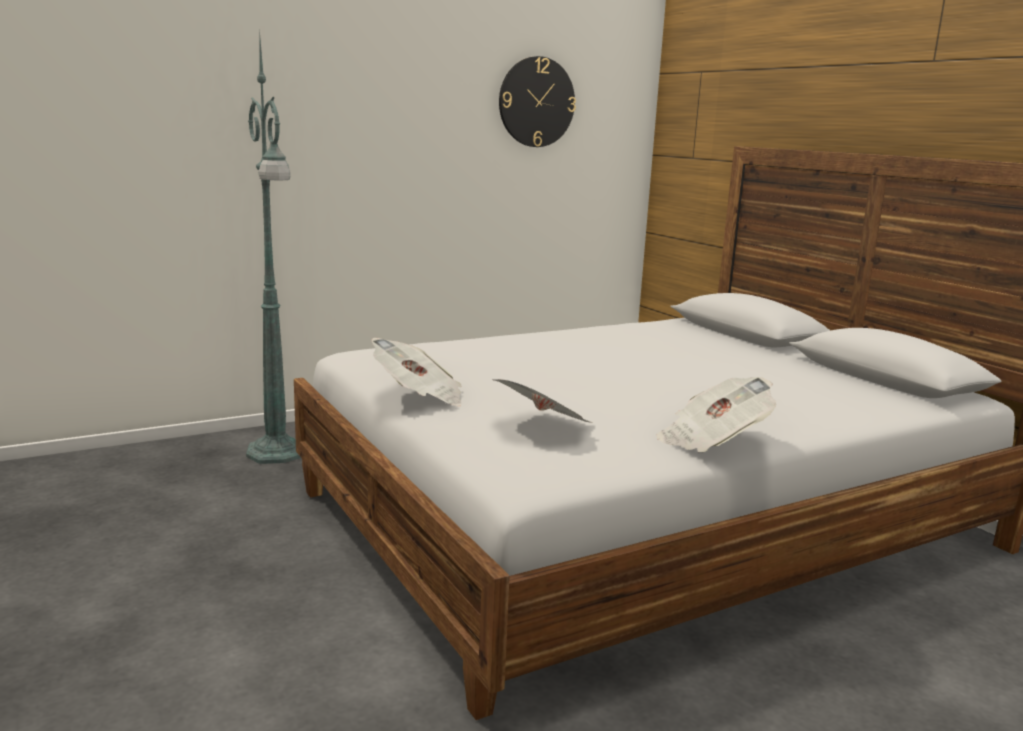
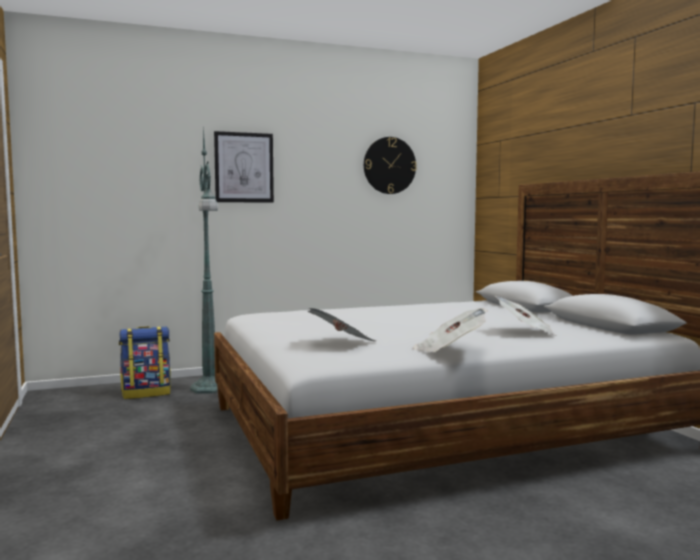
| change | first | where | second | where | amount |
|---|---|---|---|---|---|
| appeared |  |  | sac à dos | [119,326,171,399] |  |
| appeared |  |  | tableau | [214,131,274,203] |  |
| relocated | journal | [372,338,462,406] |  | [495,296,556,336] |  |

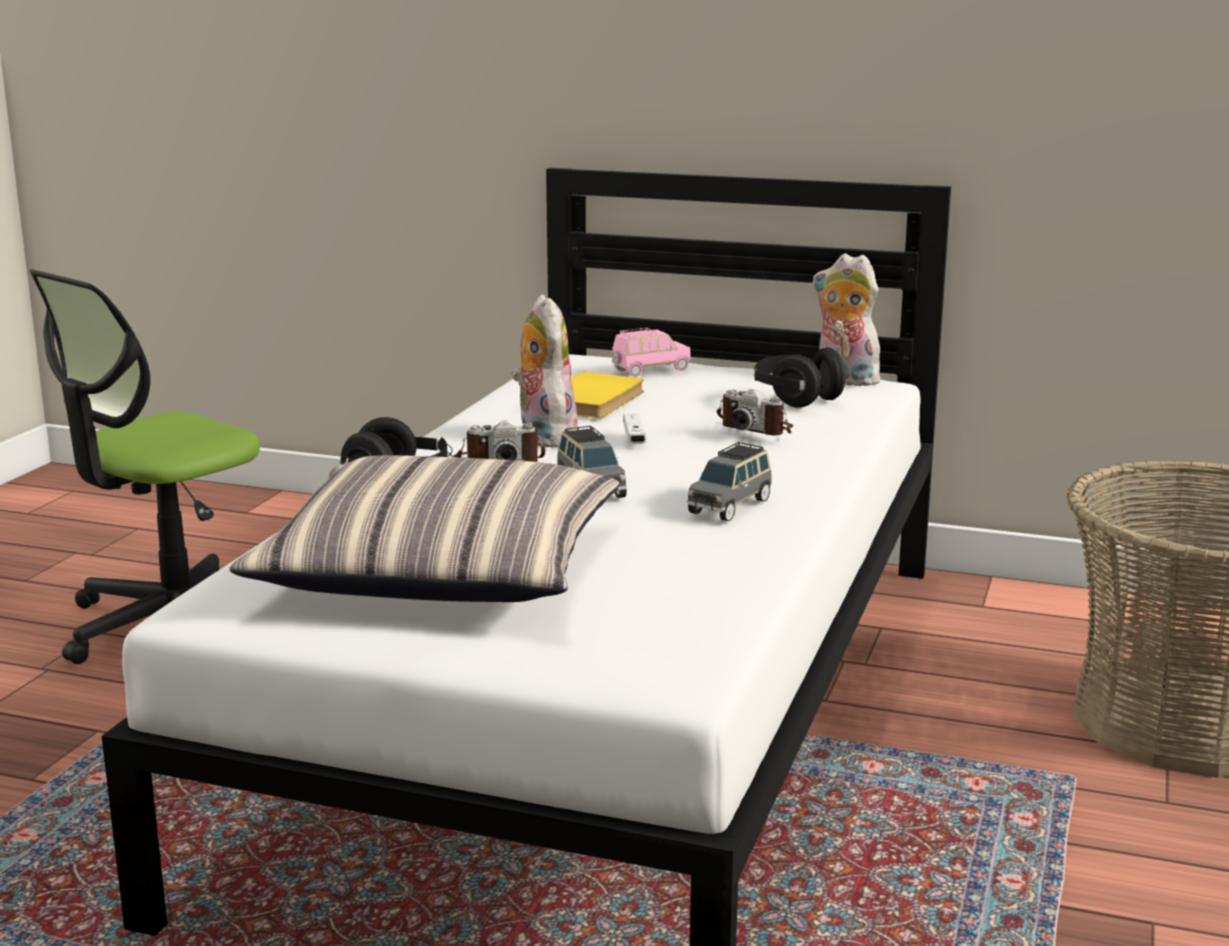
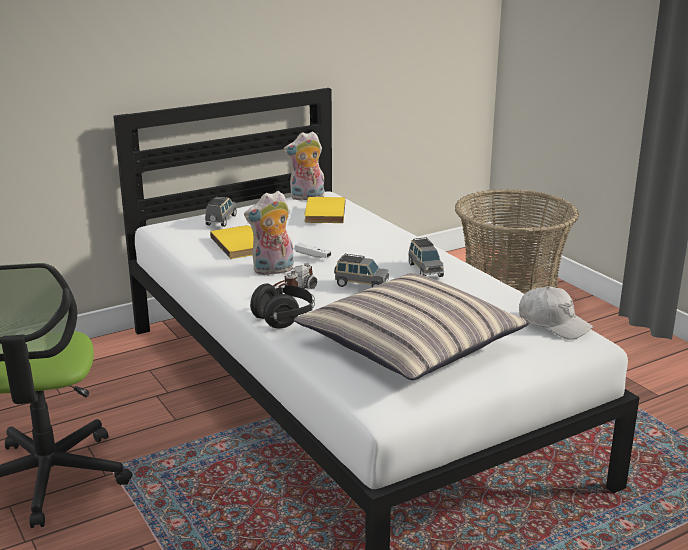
| change | first | where | second | where | amount |
|---|---|---|---|---|---|
| missing | appareil photo | [717,389,793,436] |  |  |  |
| appeared |  |  | casquette (blanc) | [519,286,594,340] |  |
| exchanged | casque audio (noir) | [754,347,848,408] | livre (jaune) | [304,197,345,223] |  |
| colour | petite voiture (rose) | [612,328,691,378] | petite voiture (gris) | [205,197,237,227] |  |
| spun | peluche | [511,294,578,448] |  | [244,191,294,275] | 45 degrees counterclockwise |

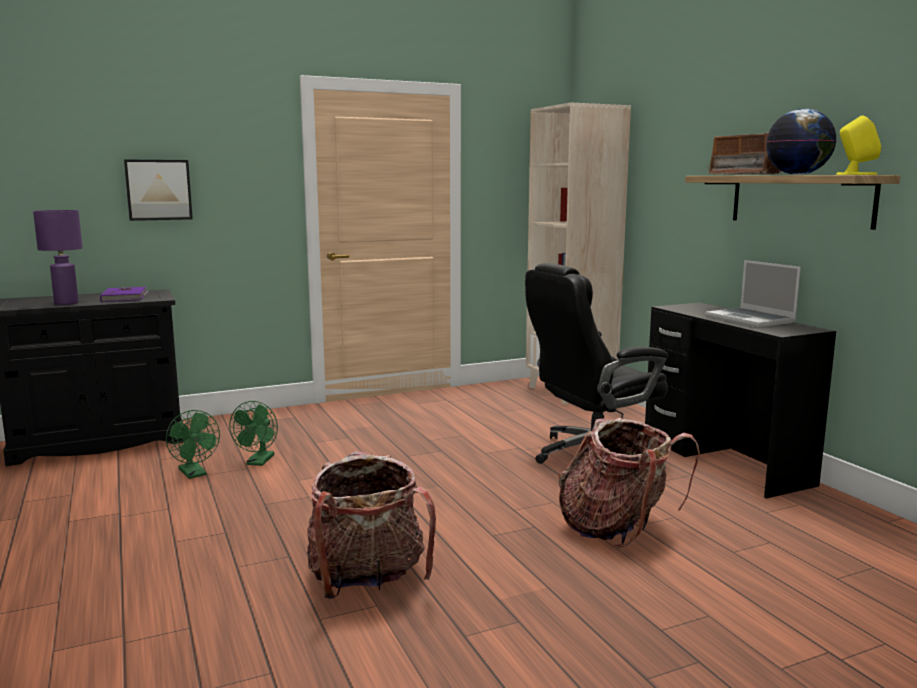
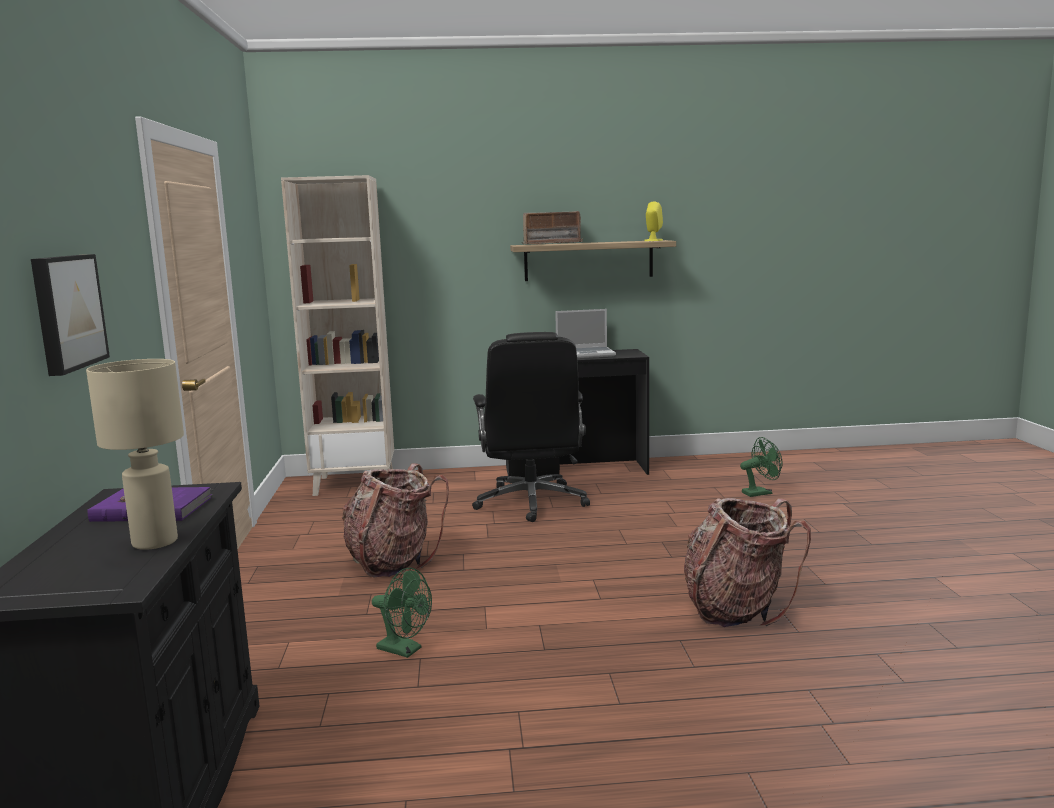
| change | first | where | second | where | amount |
|---|---|---|---|---|---|
| missing | globe | [766,109,836,175] |  |  |  |
| relocated | ventilateur (vert) | [166,410,220,479] |  | [740,437,783,497] |  |
| relocated | sac à dos | [558,418,700,548] |  | [342,463,449,578] |  |
| colour | lampe de table (violet) | [33,210,83,305] | lampe de table (beige) | [86,359,184,550] |  |

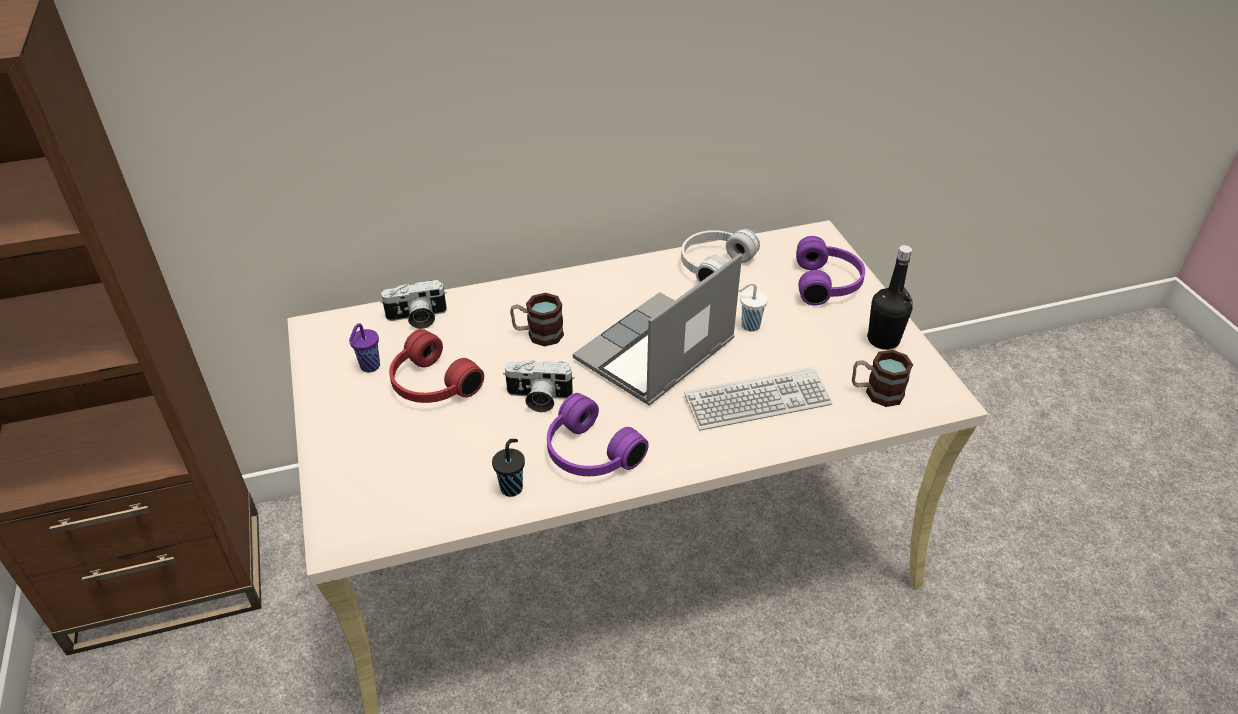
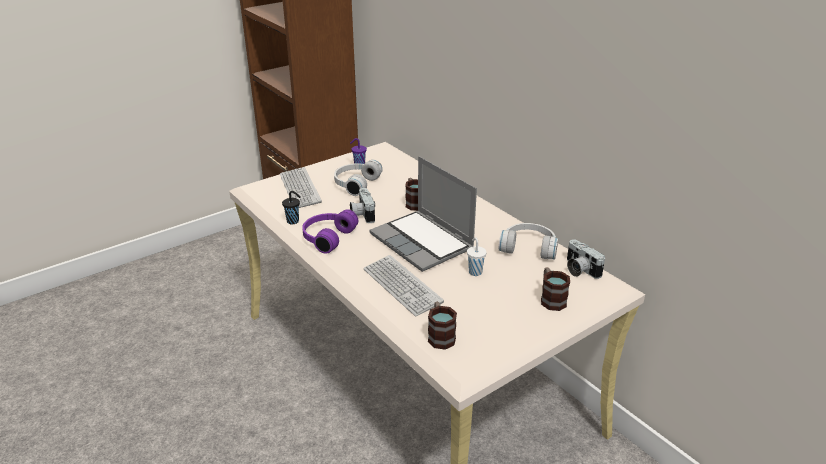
| change | first | where | second | where | amount |
|---|---|---|---|---|---|
| missing | bouteille (noir) | [867,245,912,350] |  |  |  |
| appeared |  |  | clavier | [280,167,322,208] |  |
| relocated | appareil photo | [380,280,447,329] |  | [567,239,605,279] |  |
| exchanged | casque audio (violet) | [796,236,865,306] | mug | [541,267,570,311] |  |
| colour | casque audio (rouge) | [389,329,484,403] | casque audio (blanc) | [334,160,383,196] |  |
| spun | ordinateur portable | [573,253,742,406] |  | [369,156,477,272] | 150 degrees counterclockwise |

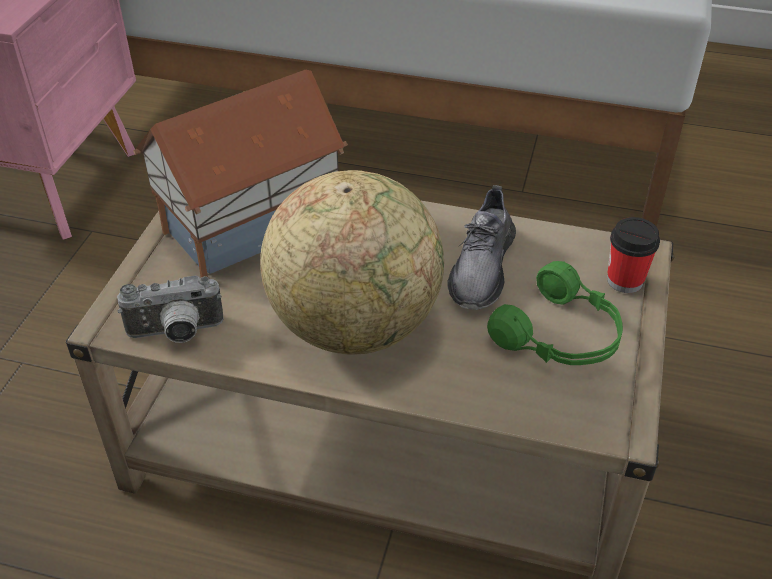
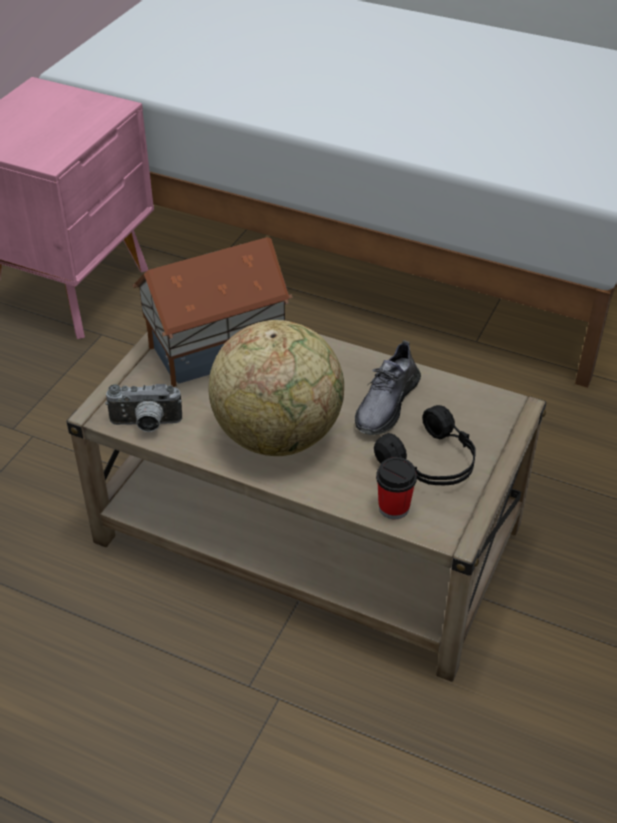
| change | first | where | second | where | amount |
|---|---|---|---|---|---|
| relocated | tasse | [607,217,660,293] |  | [376,457,417,520] |  |
| colour | casque audio (vert) | [487,261,623,365] | casque audio (noir) | [374,405,476,485] |  |

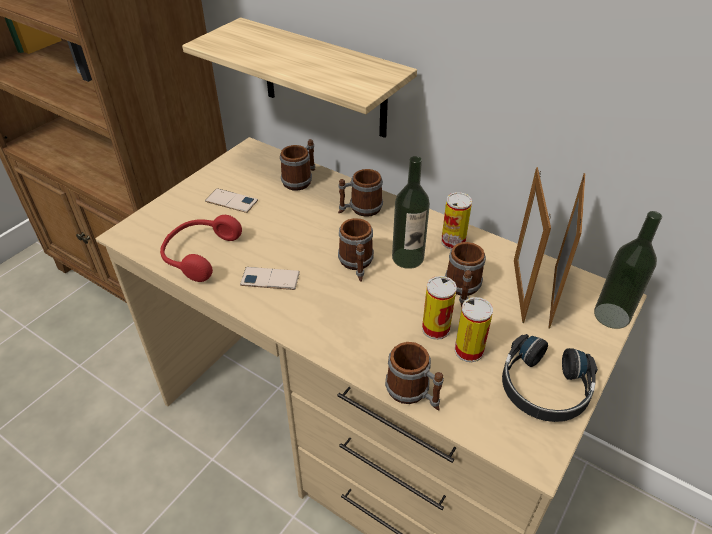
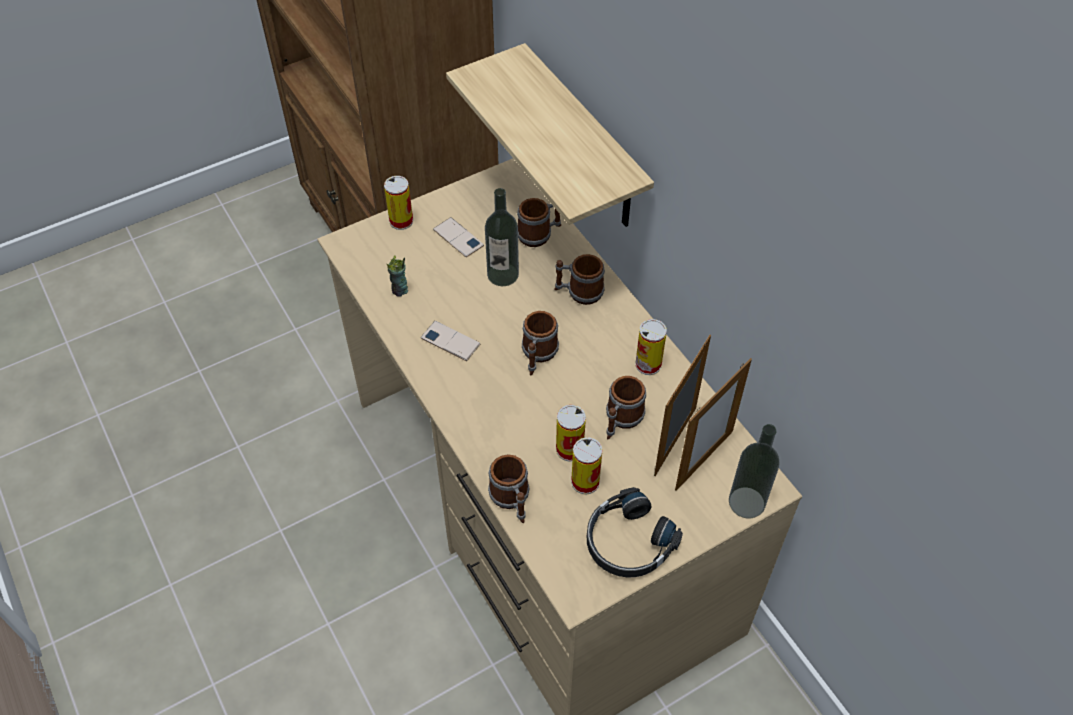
| change | first | where | second | where | amount |
|---|---|---|---|---|---|
| appeared |  |  | boîte métallique | [384,176,413,230] |  |
| relocated | bouteille | [392,156,430,269] |  | [485,188,519,286] |  |
| exchanged | casque audio (rouge) | [160,215,242,282] | tasse | [387,256,408,296] |  |

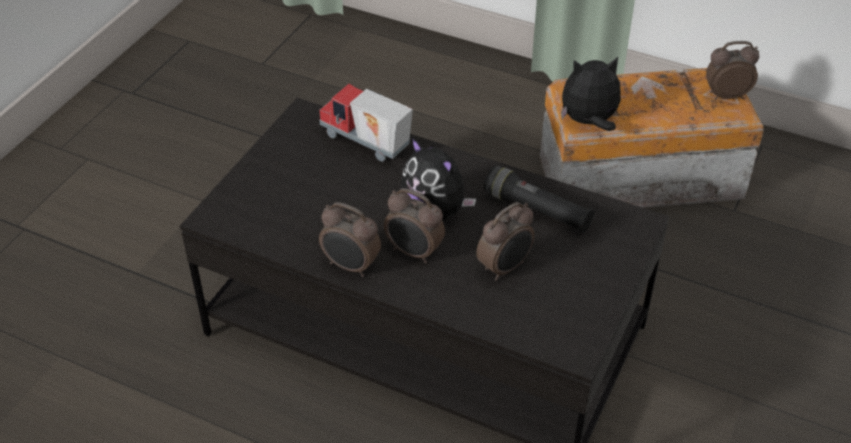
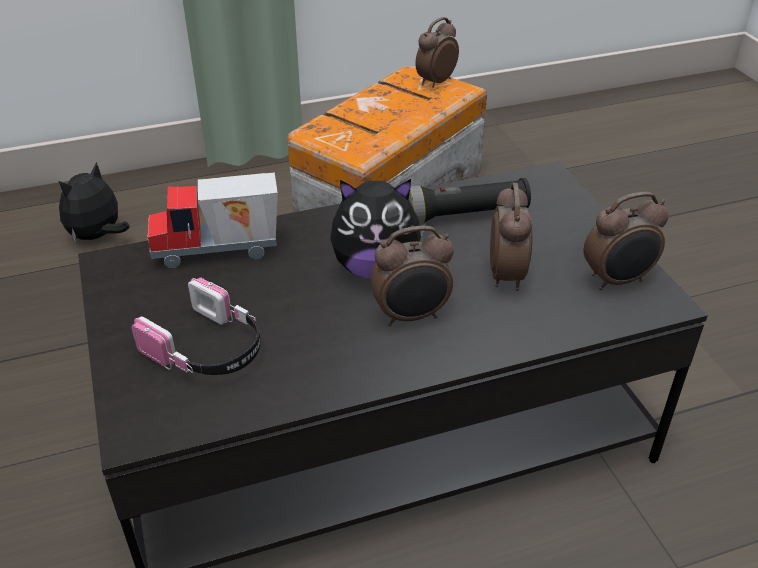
| change | first | where | second | where | amount |
|---|---|---|---|---|---|
| appeared |  |  | casque audio | [131,277,260,375] |  |
| relocated | réveil | [319,202,381,277] |  | [584,192,669,290] |  |
| relocated | peluche | [561,57,621,131] |  | [59,162,130,242] |  |

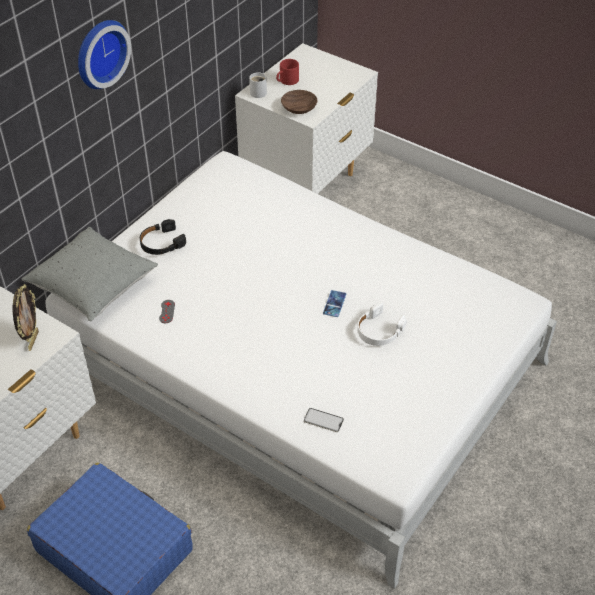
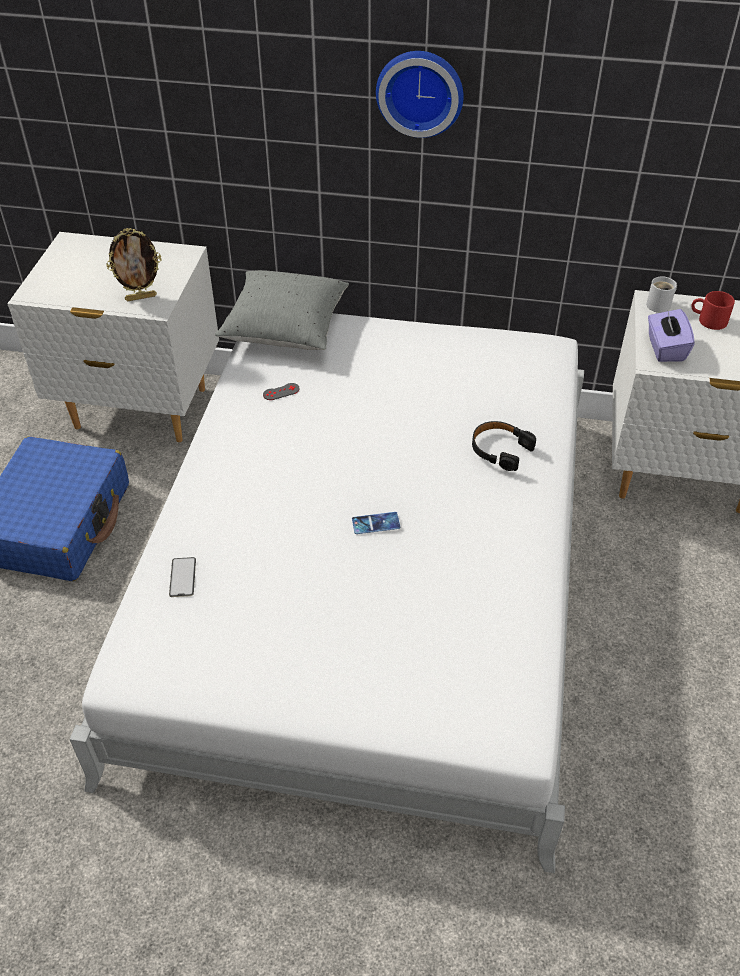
| change | first | where | second | where | amount |
|---|---|---|---|---|---|
| missing | casque audio (blanc) | [358,303,407,346] |  |  |  |
| relocated | casque audio (noir) | [140,219,186,255] |  | [472,421,536,471] |  |
| exchanged | bol (marron) | [281,90,317,114] | boîte à mouchoirs (violet) | [648,308,695,362] |  |

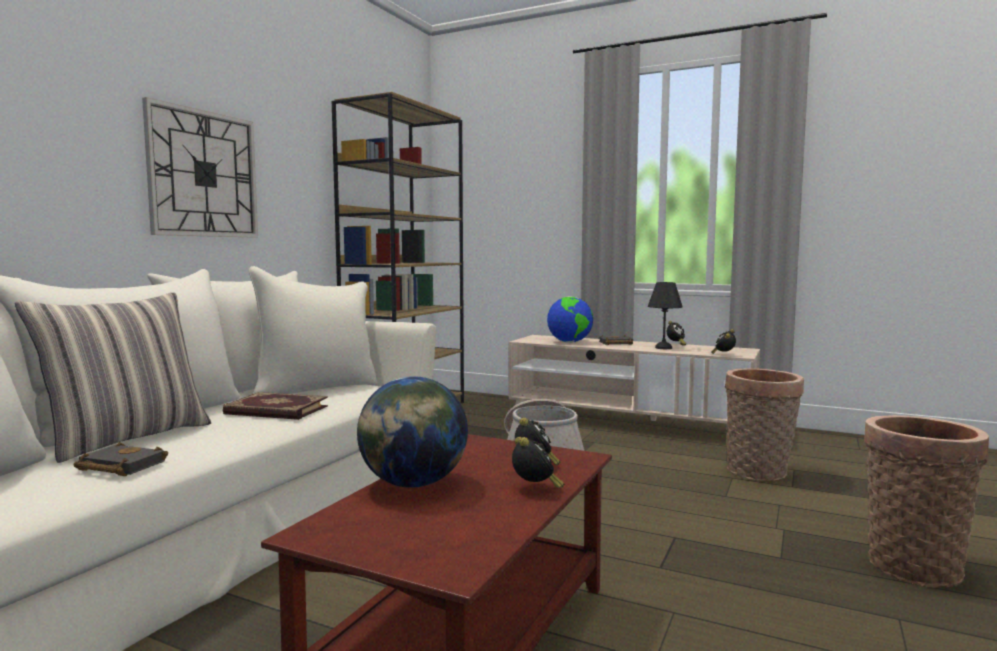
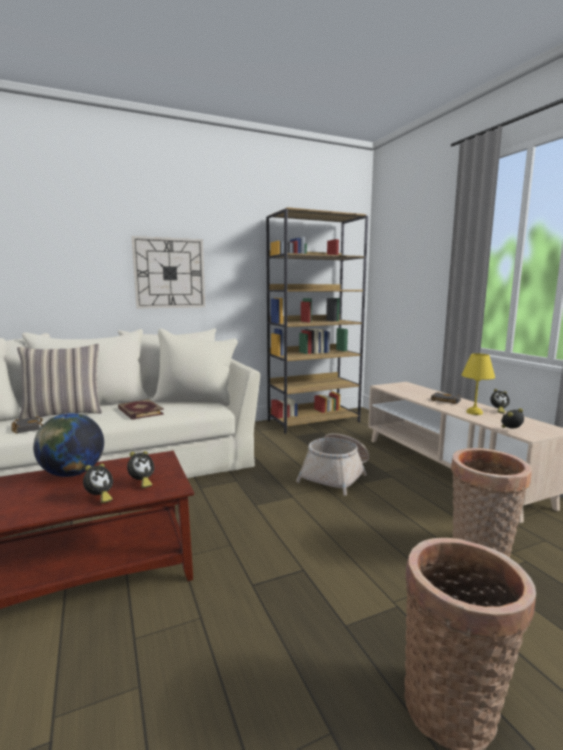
| change | first | where | second | where | amount |
|---|---|---|---|---|---|
| missing | globe | [547,296,593,343] |  |  |  |
| colour | lampe de table (noir) | [648,282,683,349] | lampe de table (jaune) | [462,353,495,415] |  |

